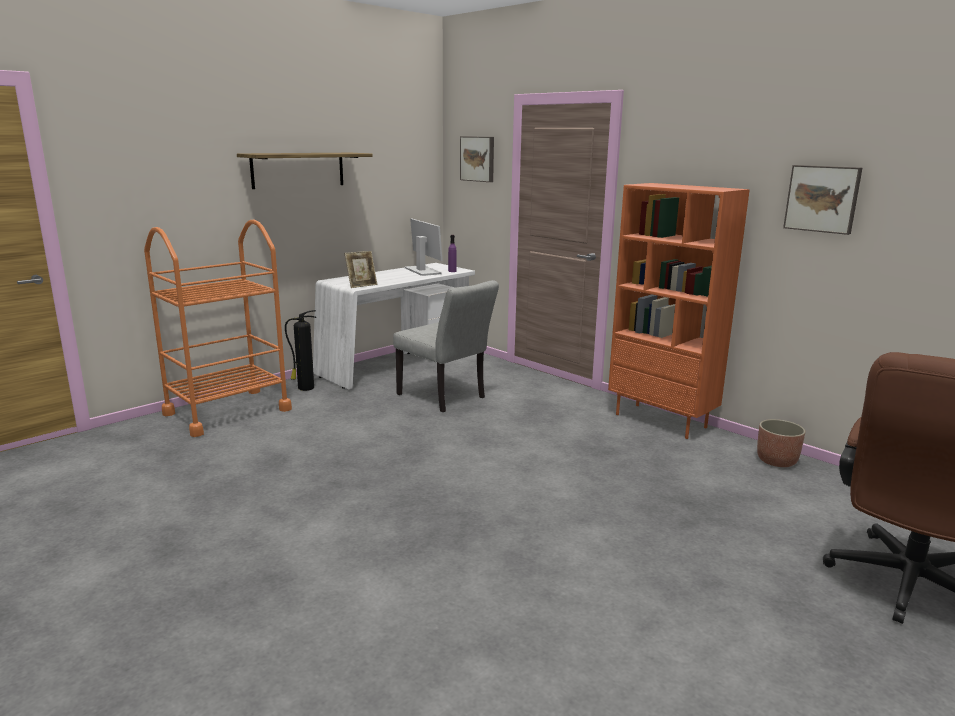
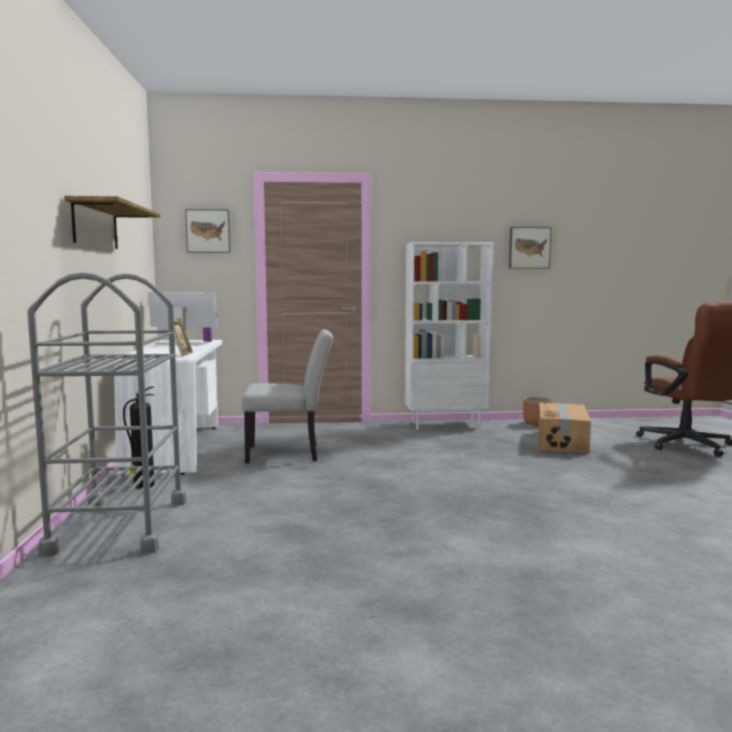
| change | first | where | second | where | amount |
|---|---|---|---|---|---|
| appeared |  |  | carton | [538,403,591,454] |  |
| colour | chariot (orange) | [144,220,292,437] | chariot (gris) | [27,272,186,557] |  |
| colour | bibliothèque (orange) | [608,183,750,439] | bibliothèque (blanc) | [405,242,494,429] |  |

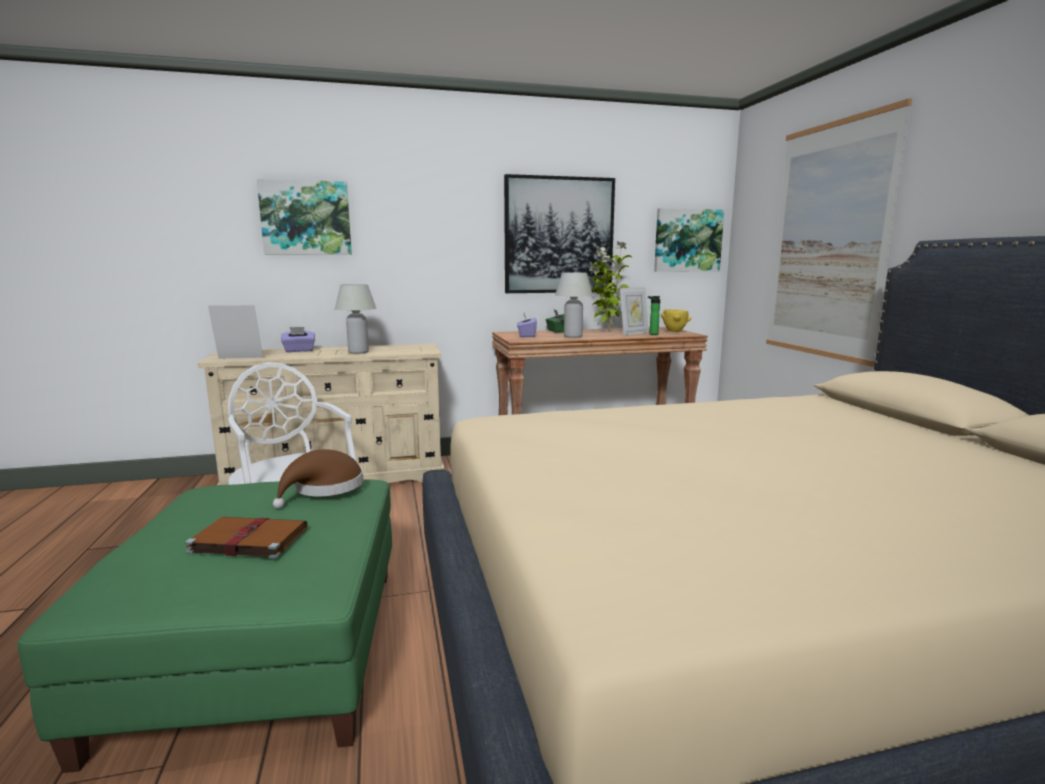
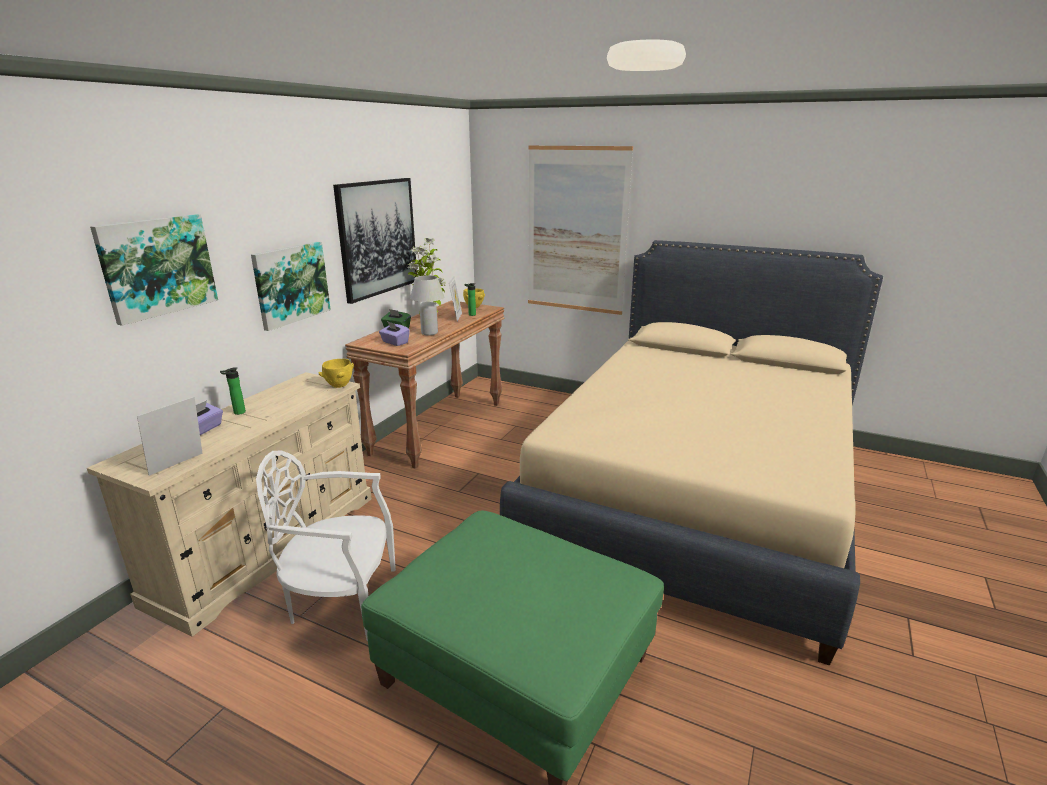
| change | first | where | second | where | amount |
|---|---|---|---|---|---|
| missing | livre (marron) | [185,517,307,559] |  |  |  |
| missing | chapeau (marron) | [273,449,363,509] |  |  |  |
| missing | lampe de table (blanc) | [335,284,376,354] |  |  |  |
| appeared |  |  | bouteille | [220,368,246,415] |  |
| appeared |  |  | bol (jaune) | [319,359,354,388] |  |
| relocated | tableau | [654,208,724,272] |  | [251,241,331,331] |  |

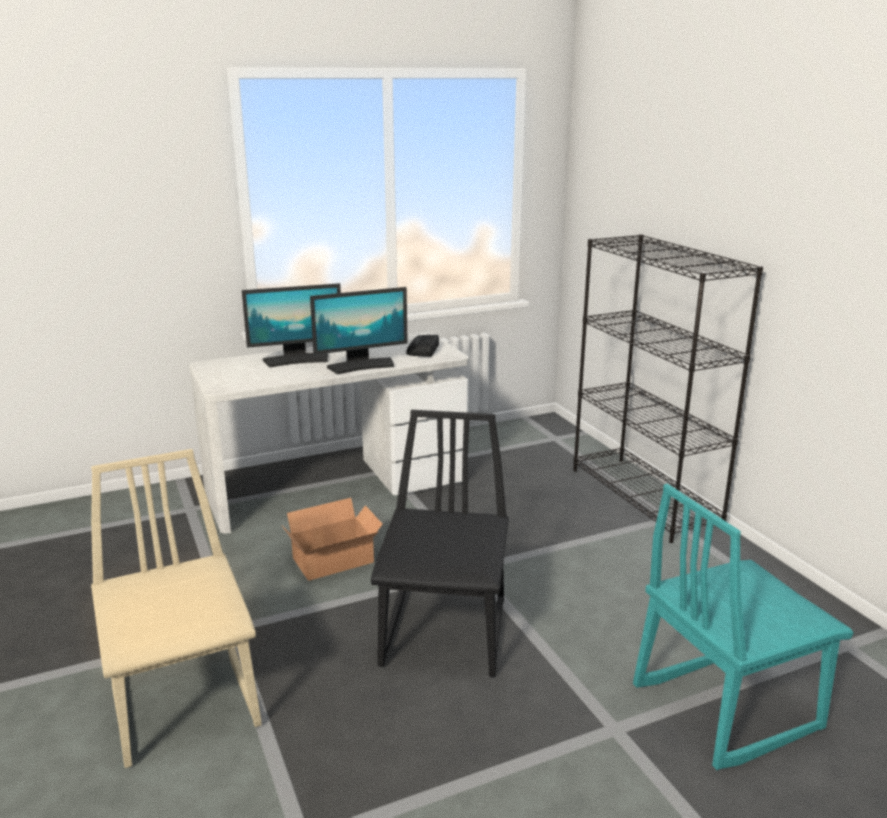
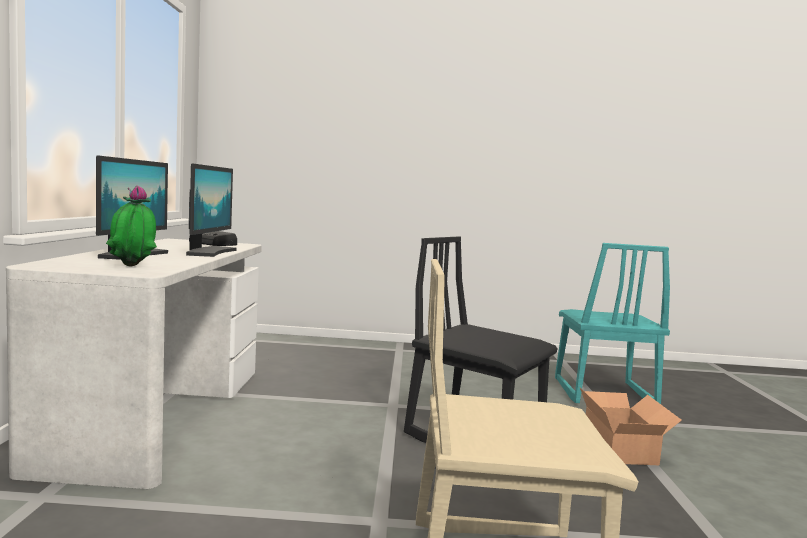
| change | first | where | second | where | amount |
|---|---|---|---|---|---|
| missing | bibliothèque (noir) | [573,234,763,543] |  |  |  |
| appeared |  |  | plante en pot | [106,185,157,267] |  |
| relocated | carton | [283,498,383,581] |  | [580,388,682,465] |  |

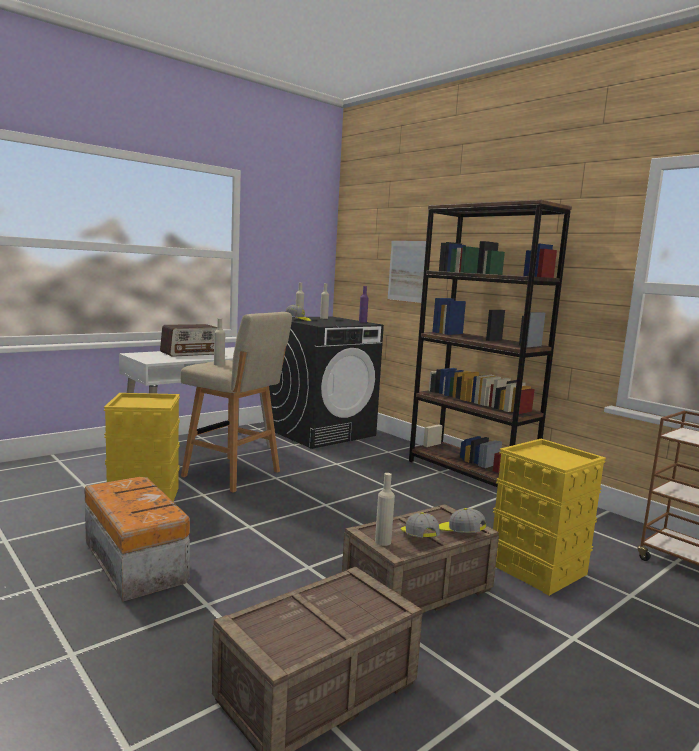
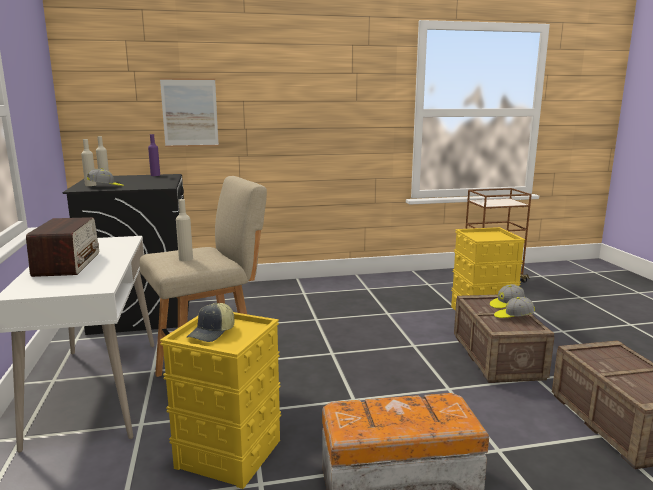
| change | first | where | second | where | amount |
|---|---|---|---|---|---|
| missing | bouteille (beige) | [375,473,395,546] |  |  |  |
| missing | bibliothèque (marron) | [409,200,572,487] |  |  |  |
| appeared |  |  | casquette | [187,303,234,342] |  |

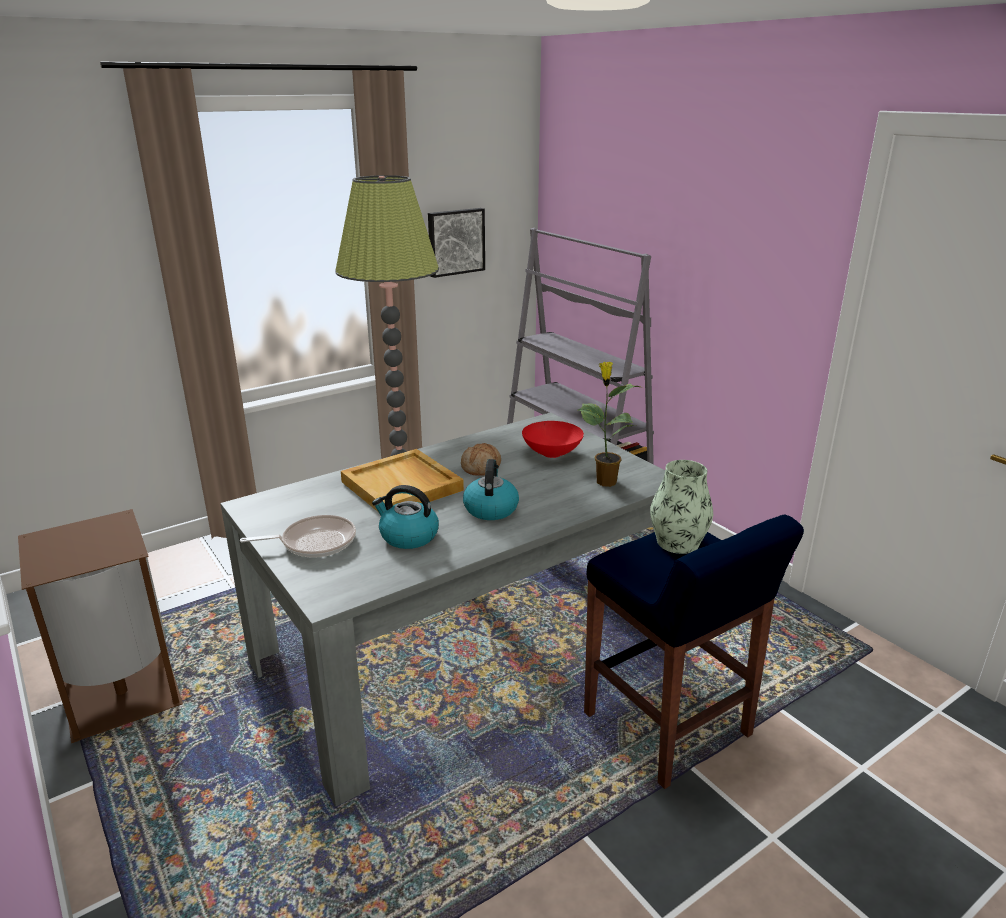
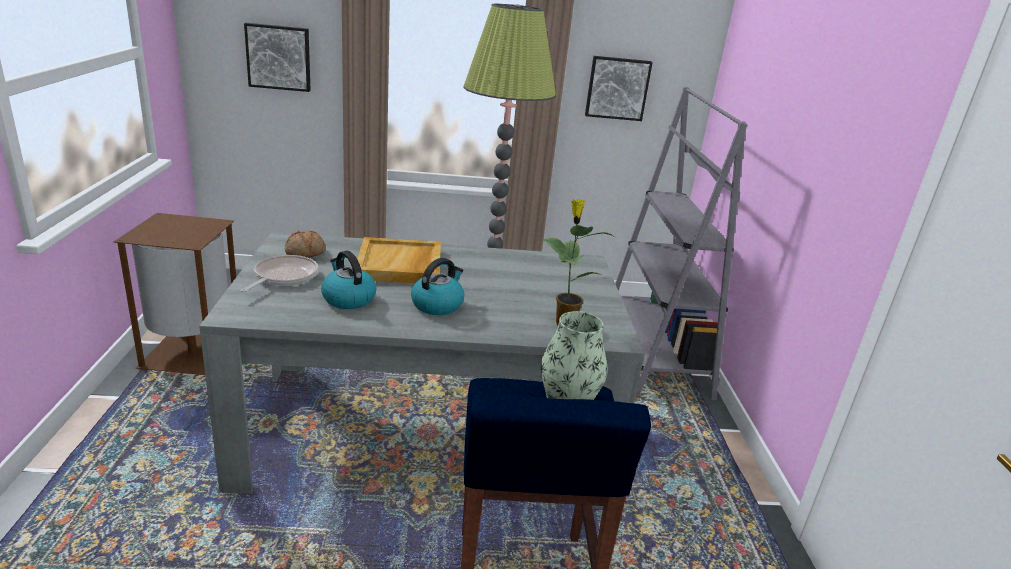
| change | first | where | second | where | amount |
|---|---|---|---|---|---|
| missing | bol (rouge) | [522,421,584,458] |  |  |  |
| appeared |  |  | tableau | [244,23,311,92] |  |
| relocated | pain | [461,443,501,476] |  | [285,230,326,258] |  |
| spun | poêle | [240,515,356,558] |  | [240,255,318,292] | 90 degrees counterclockwise |

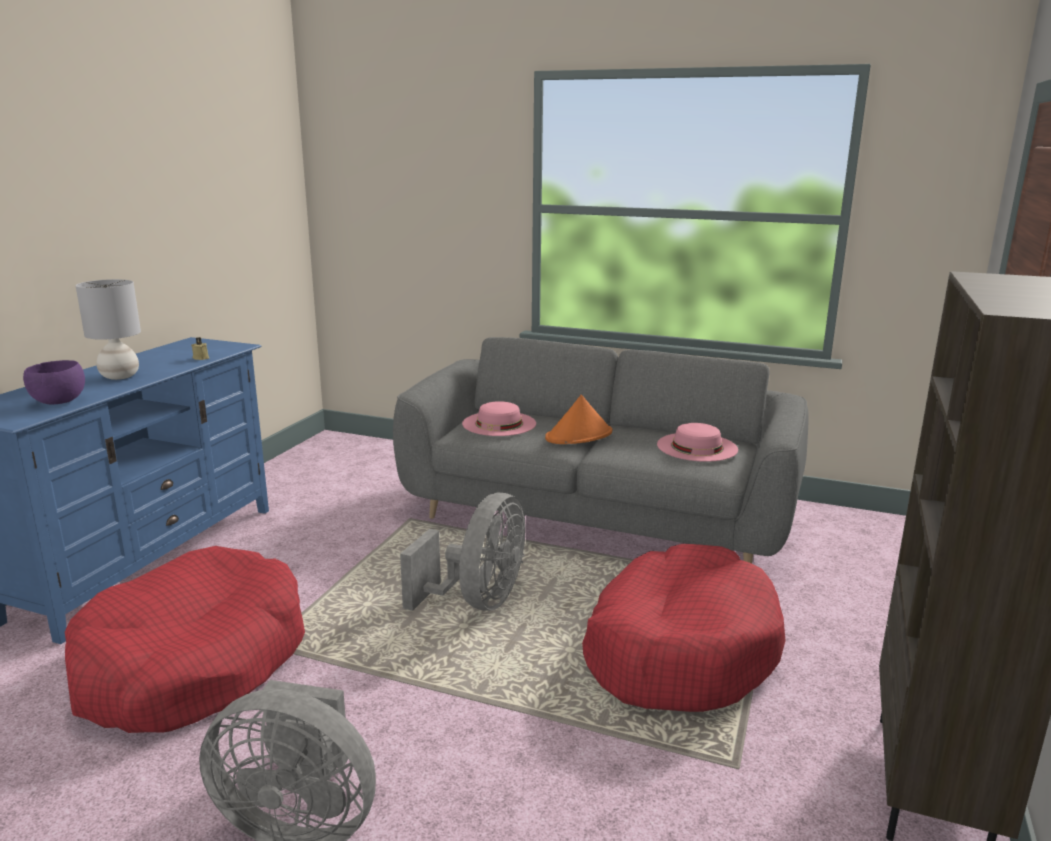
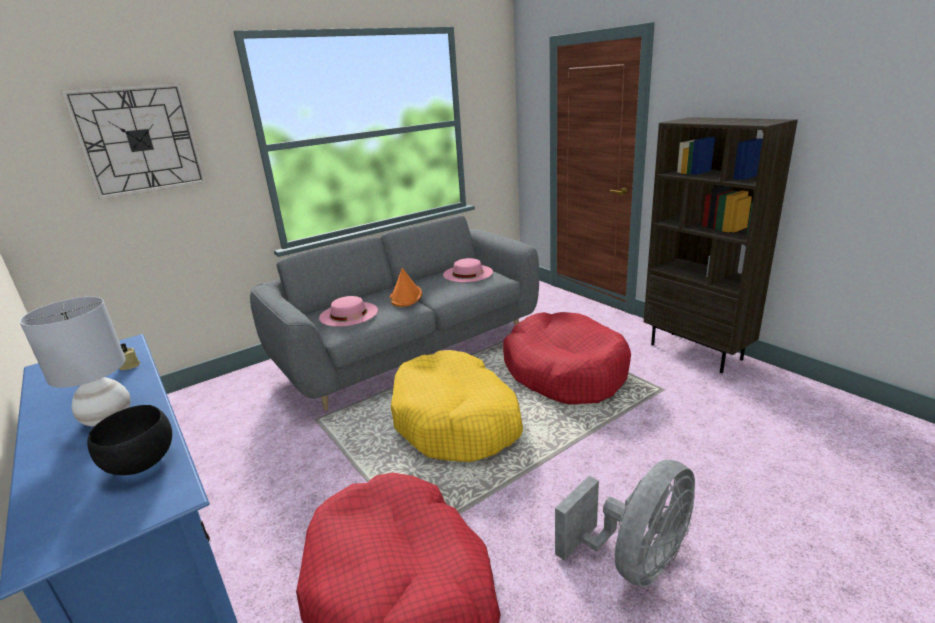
| change | first | where | second | where | amount |
|---|---|---|---|---|---|
| appeared |  |  | horloge murale | [60,83,207,200] |  |
| exchanged | ventilateur (gris) | [400,493,526,611] | panier pour chien (jaune) | [391,350,523,462] |  |
| colour | bol (violet) | [23,360,85,404] | bol (noir) | [87,405,172,475] |  |

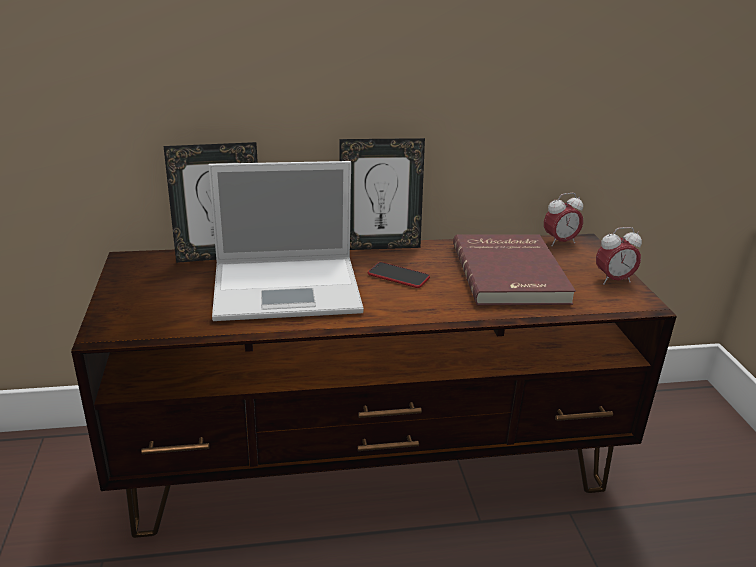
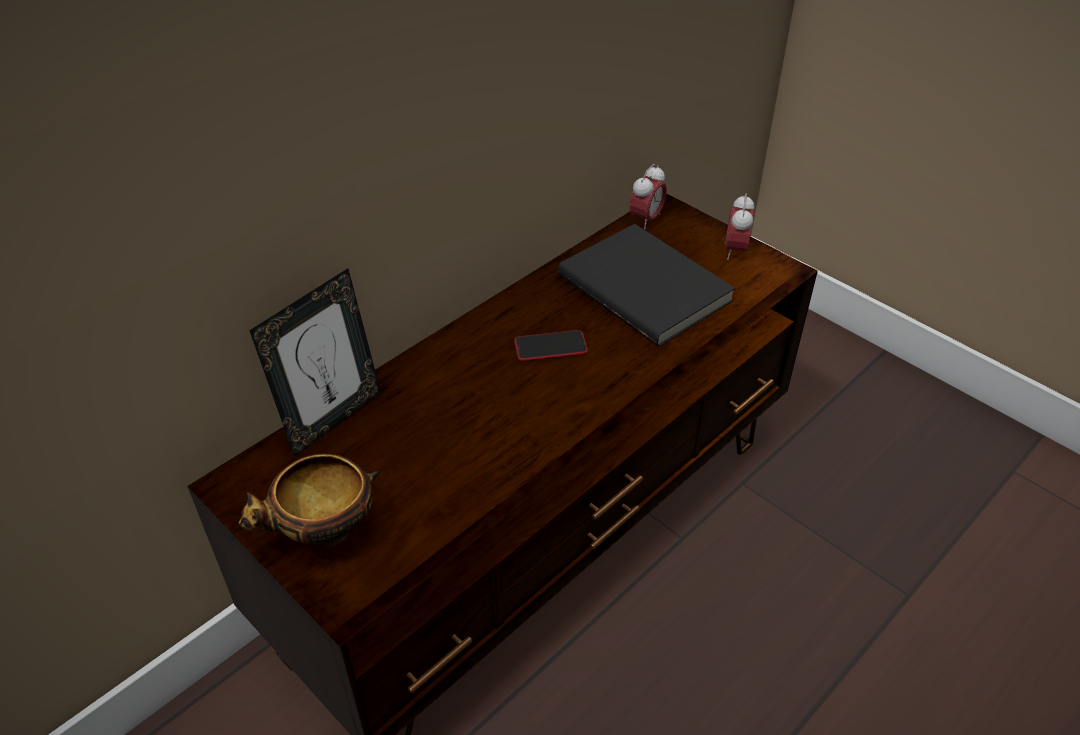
| change | first | where | second | where | amount |
|---|---|---|---|---|---|
| missing | ordinateur portable | [208,161,364,321] |  |  |  |
| missing | cadre photo | [340,138,425,250] |  |  |  |
| appeared |  |  | bol | [238,454,379,547] |  |
| colour | livre (rouge) | [453,234,576,305] | livre (noir) | [558,224,735,347] |  |
| spun | réveil | [596,227,642,285] |  | [725,194,754,260] | 150 degrees clockwise |

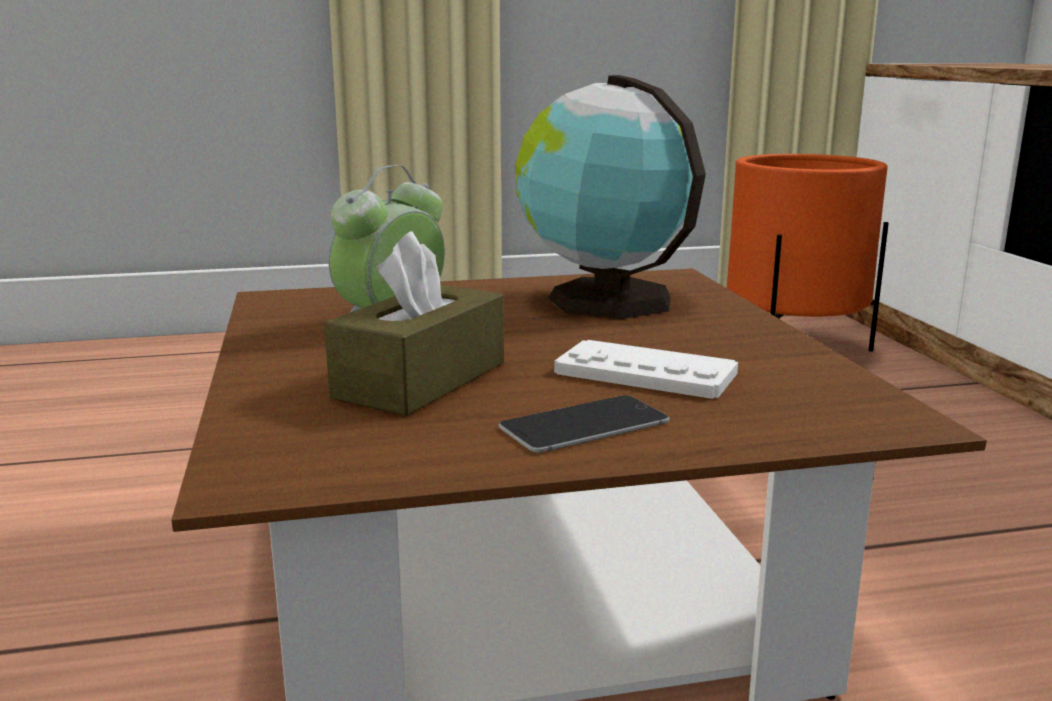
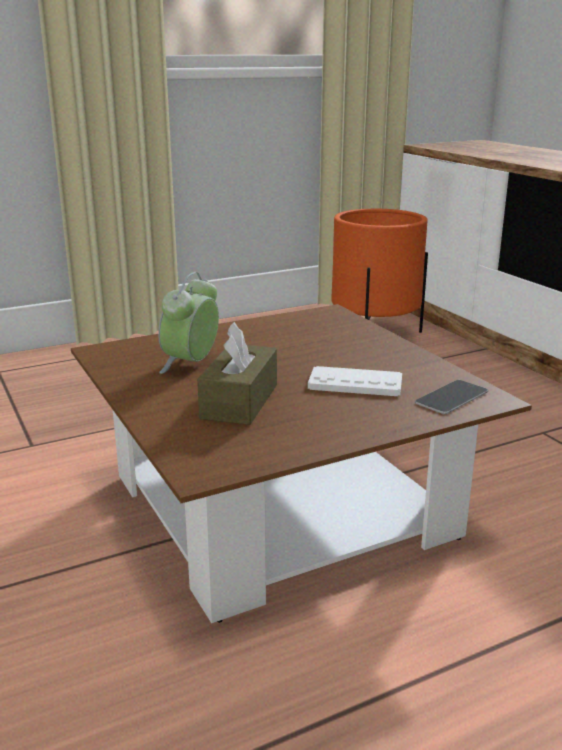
| change | first | where | second | where | amount |
|---|---|---|---|---|---|
| missing | globe | [516,75,706,319] |  |  |  |
| relocated | téléphone | [499,395,670,453] |  | [415,380,488,414] |  |

